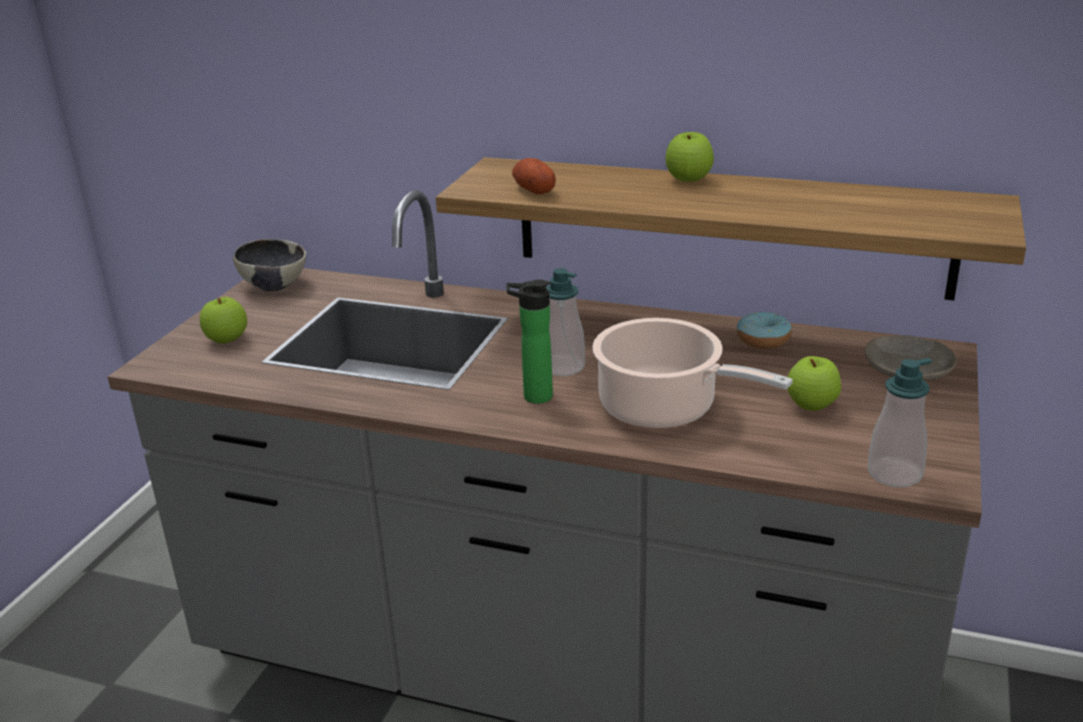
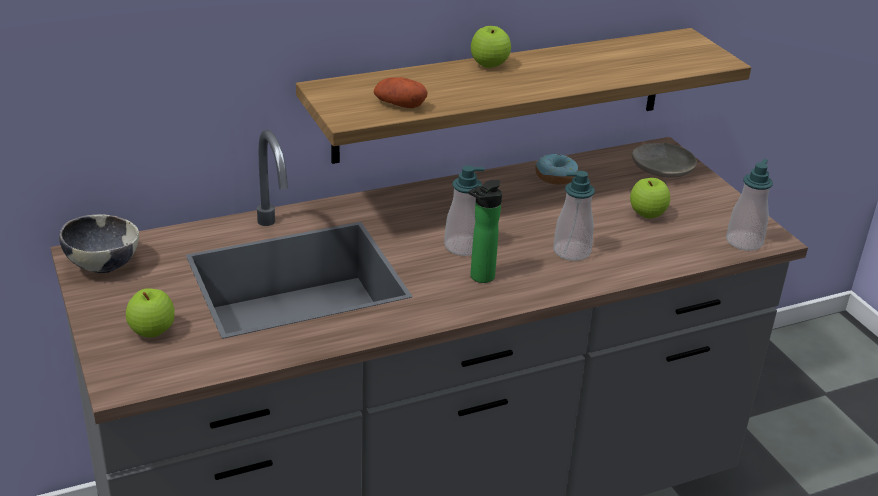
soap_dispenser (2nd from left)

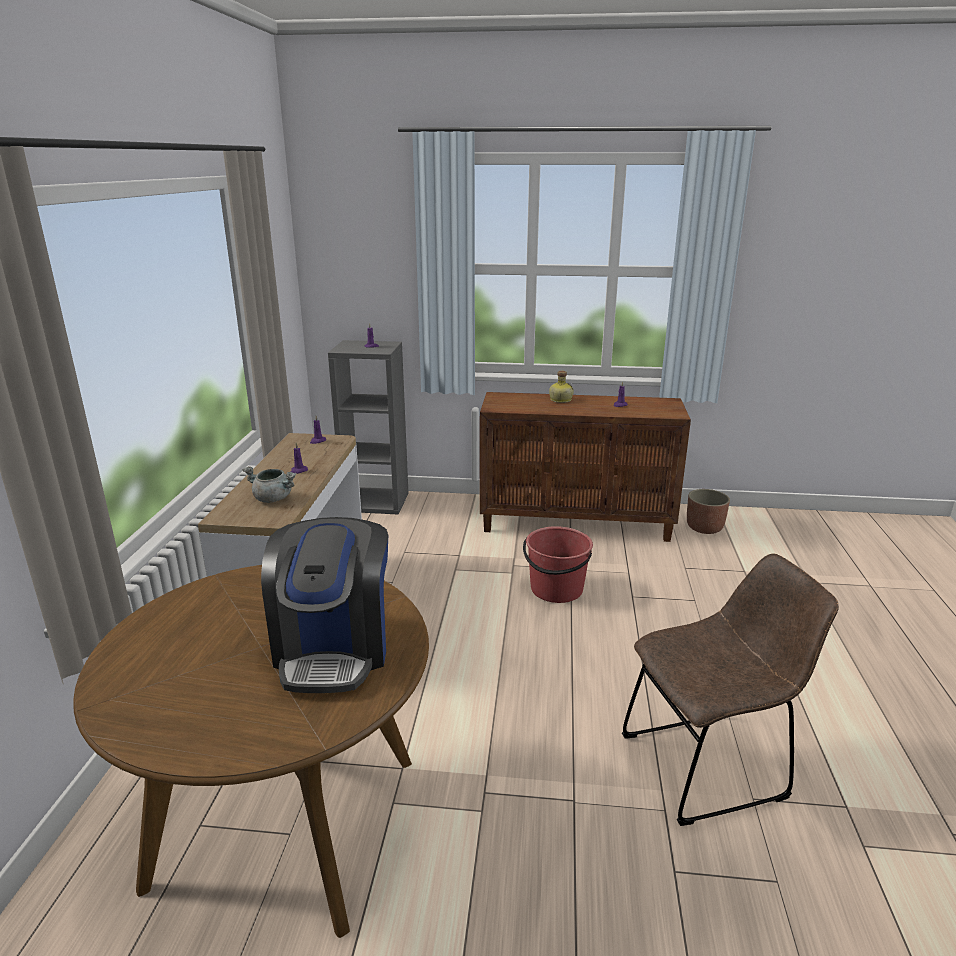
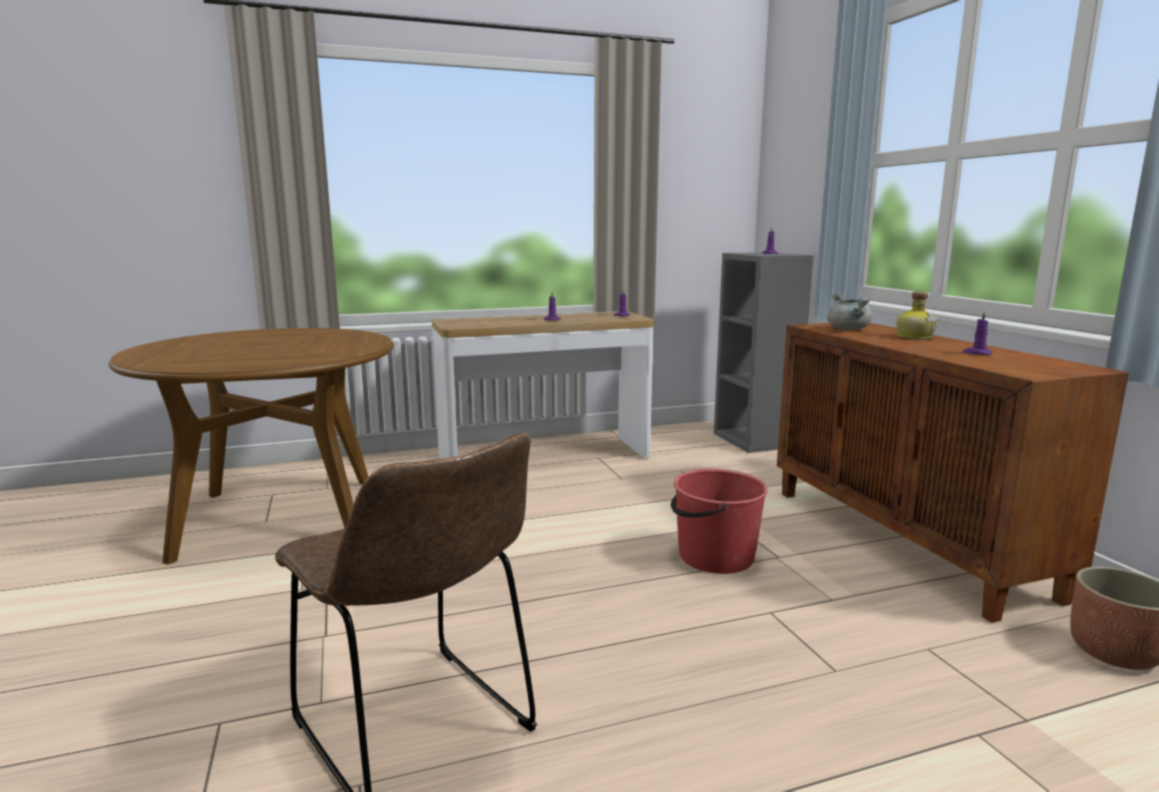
greyish_cooking_pot
coffee_brewer

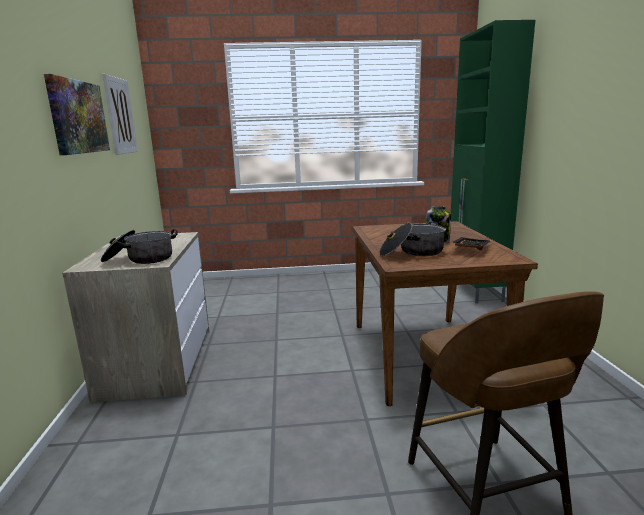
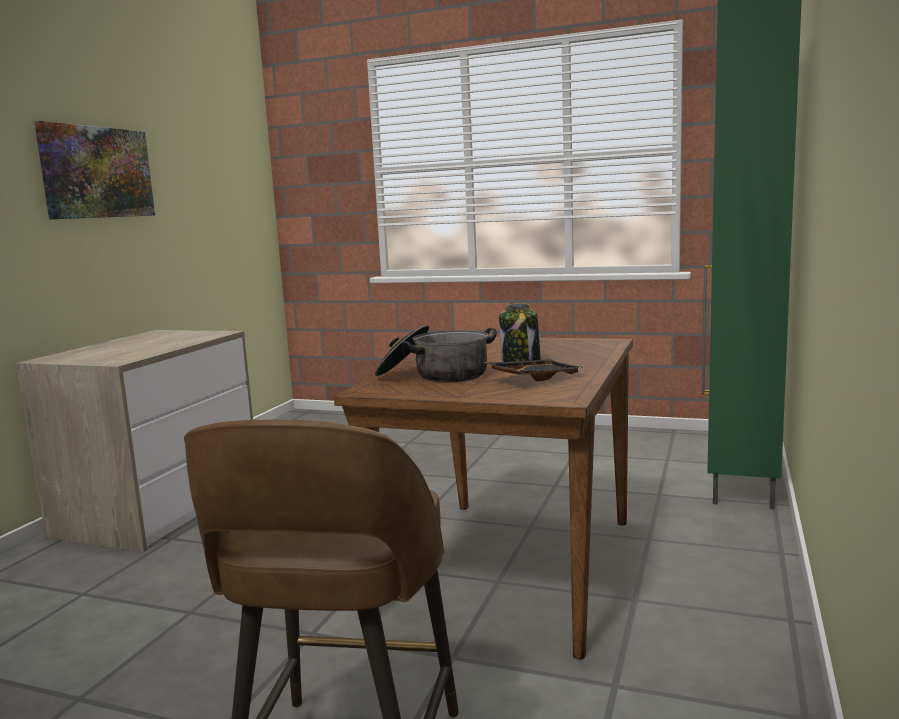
cooking_pot (1st from left in the first image)
wall_picture (2nd from left in the first image)

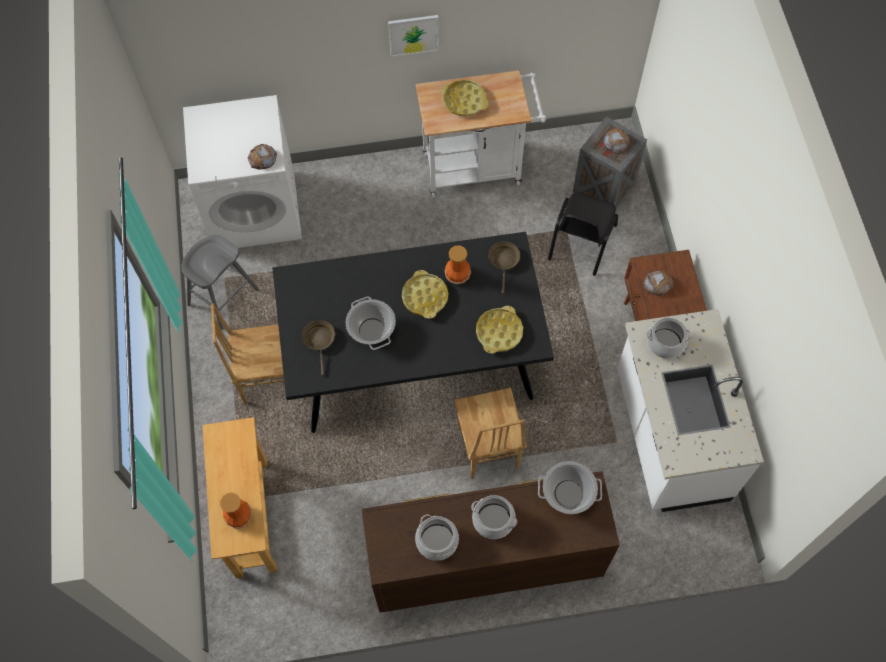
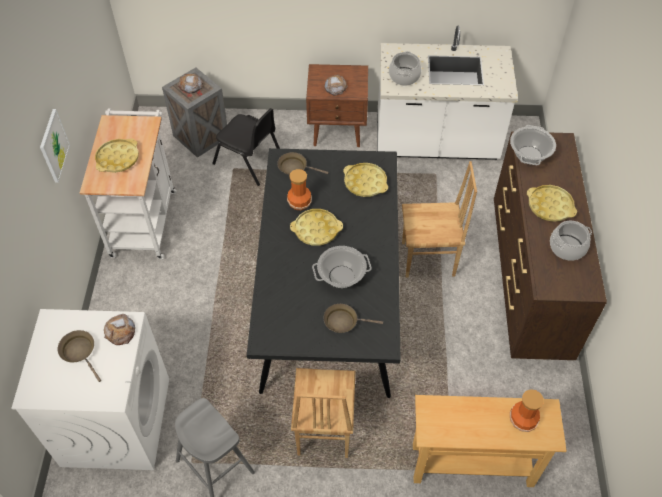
brownish_skillet (1st from left)
yellowish_tray (4th from left)

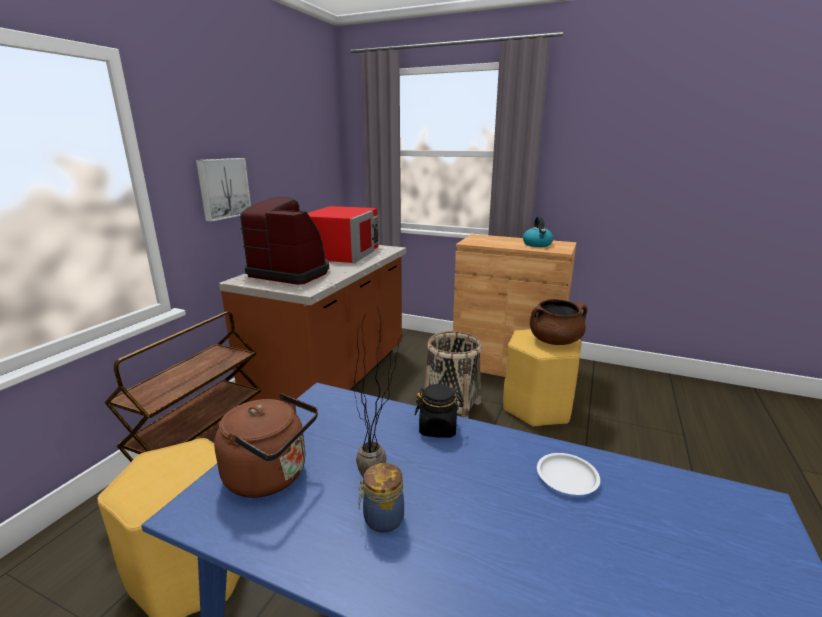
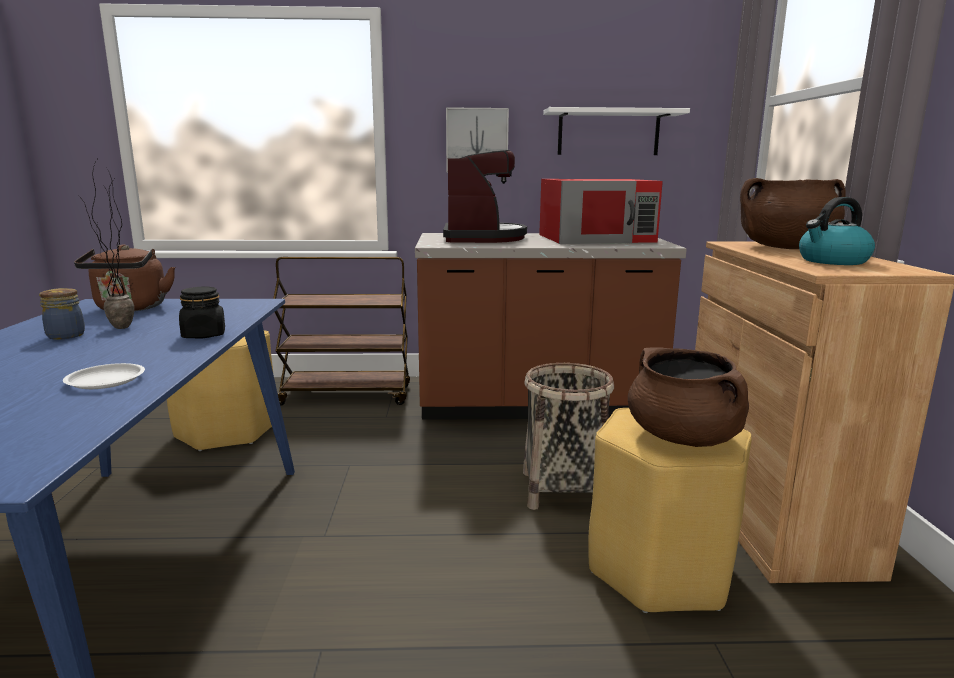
white-coloured_bracket_shelf
brownish_cooking_pot (2nd from left)

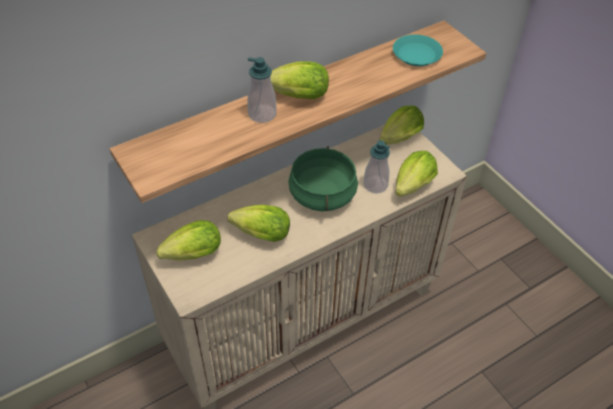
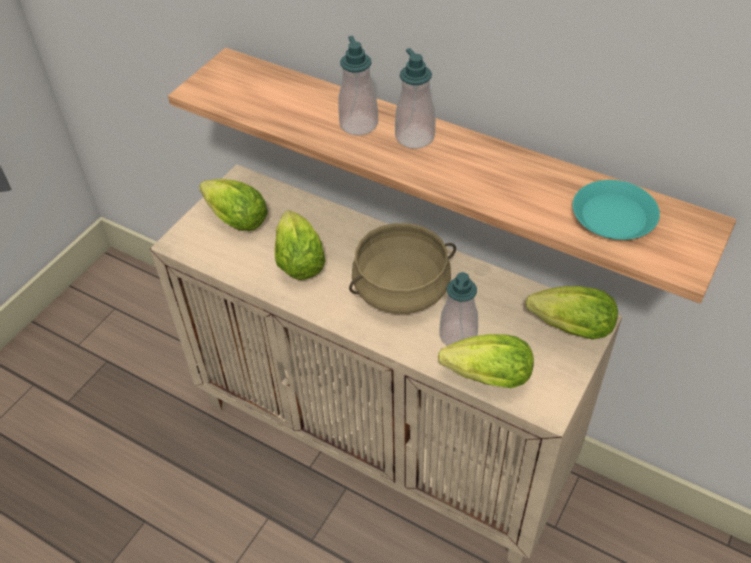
beige-coloured_cooking_pot
soap_dispenser (2nd from left)

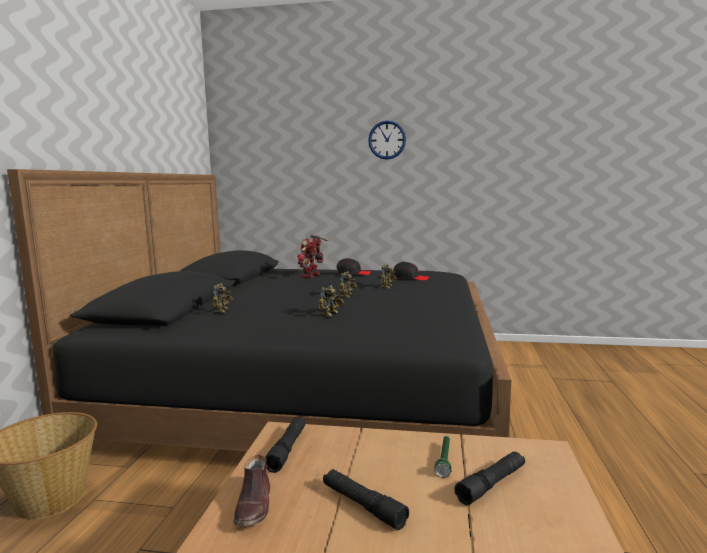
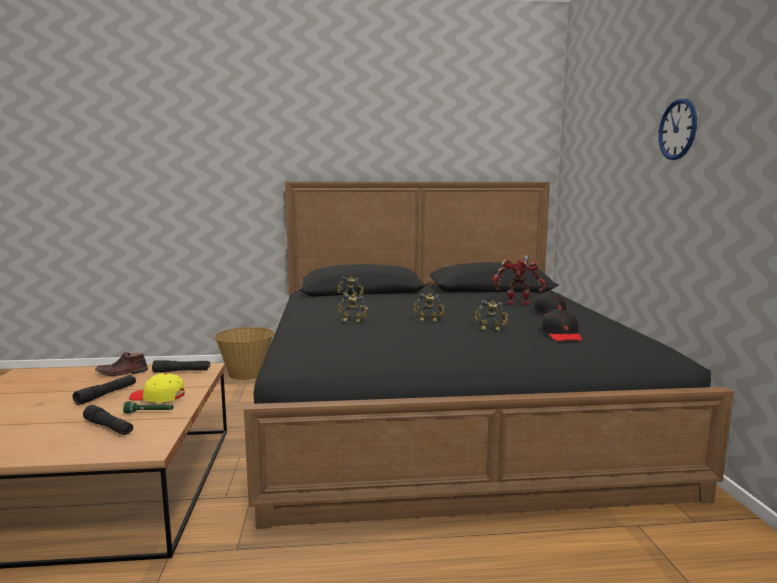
yellowish_baseball_cap

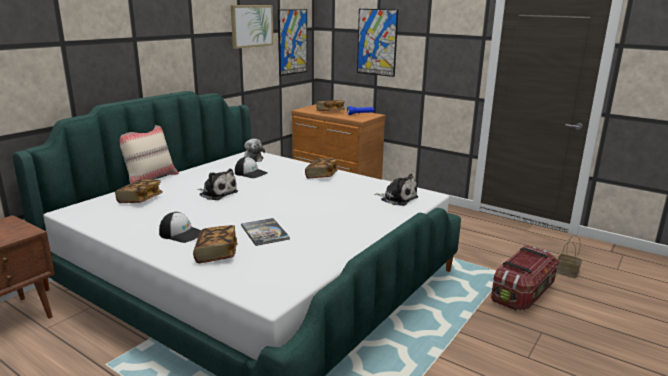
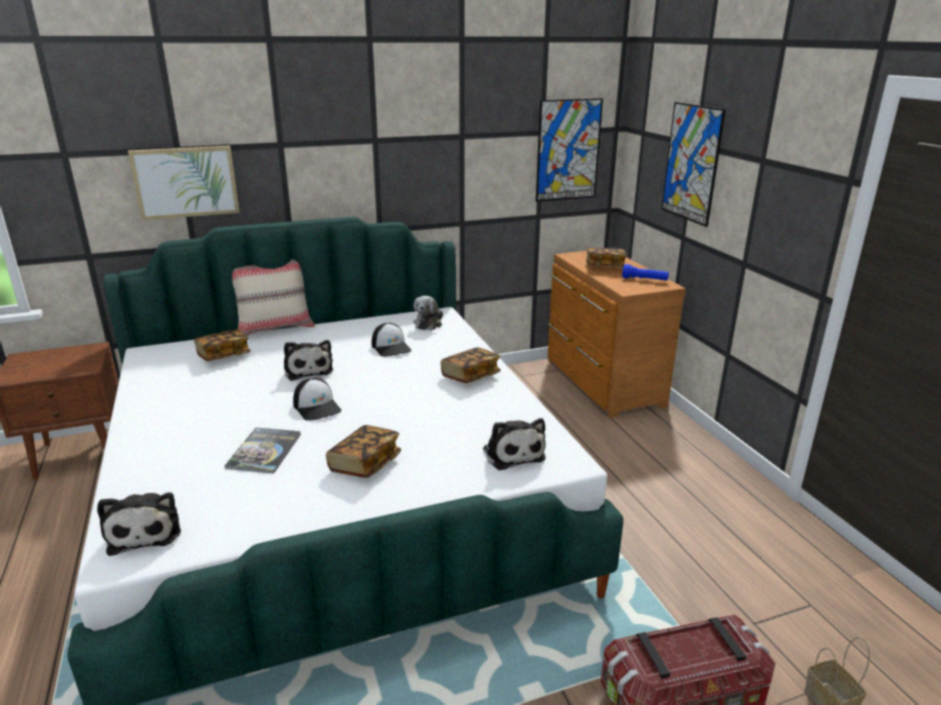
plush_toy (1st from left)
wall_picture (1st from left)
baseball_cap (1st from left)
book (3rd from left)

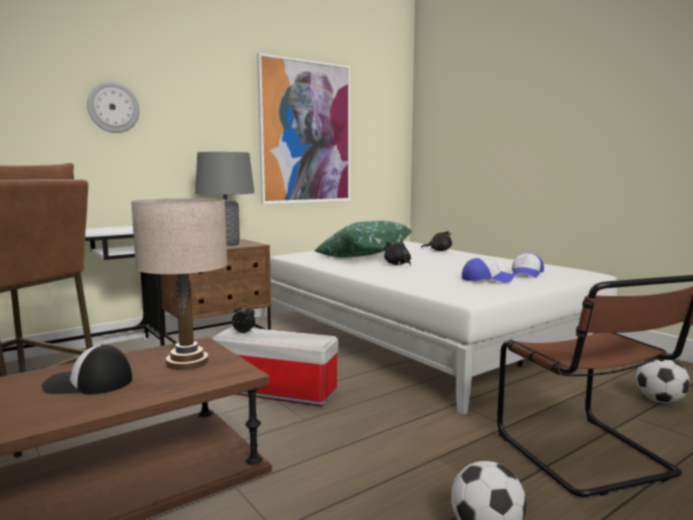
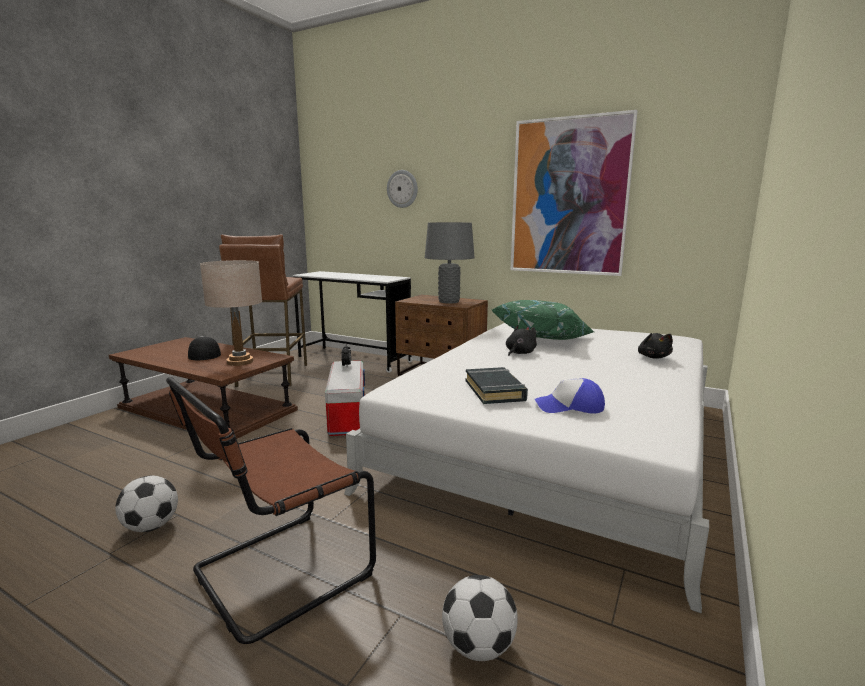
black-coloured_book

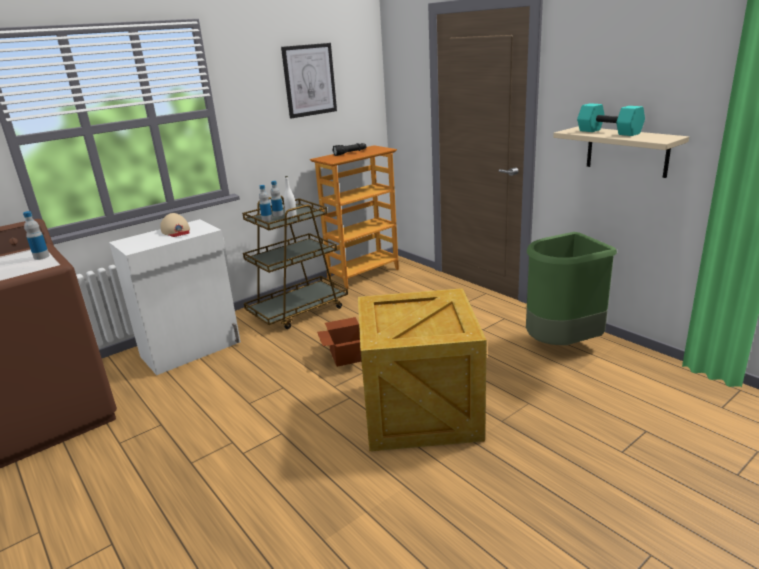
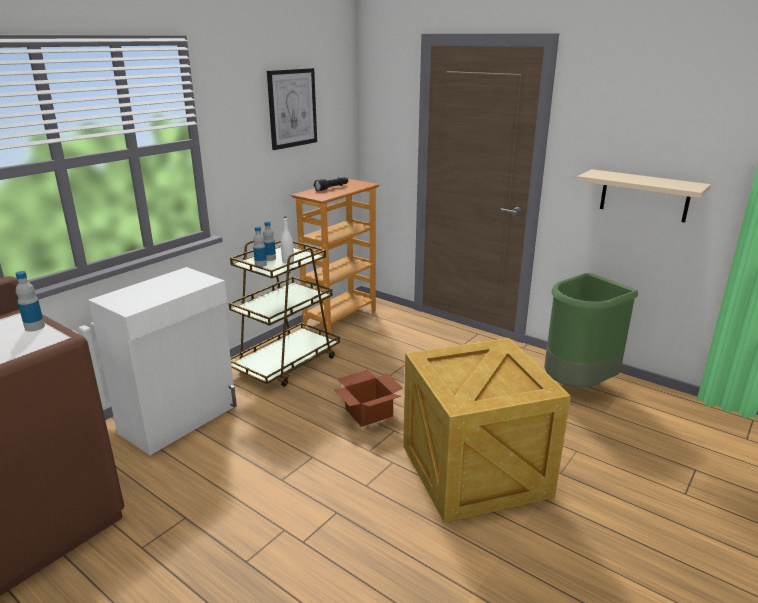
beige-coloured_baseball_cap
blue-green_dumbbell

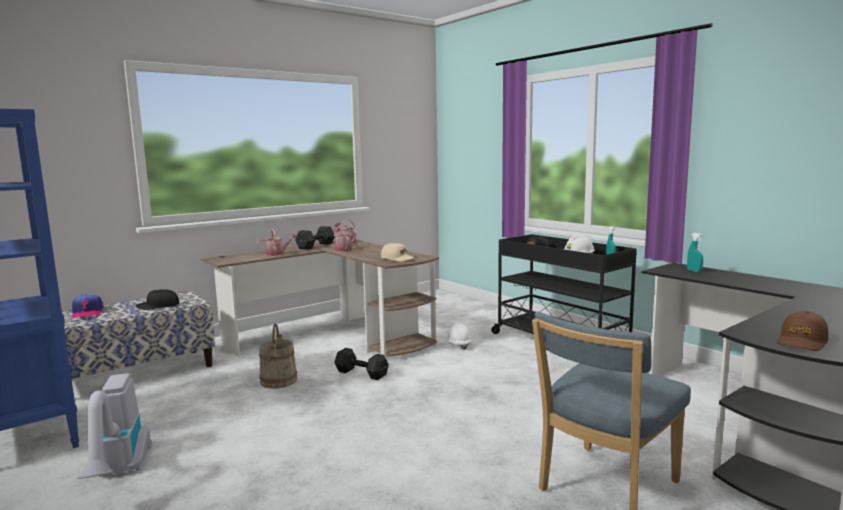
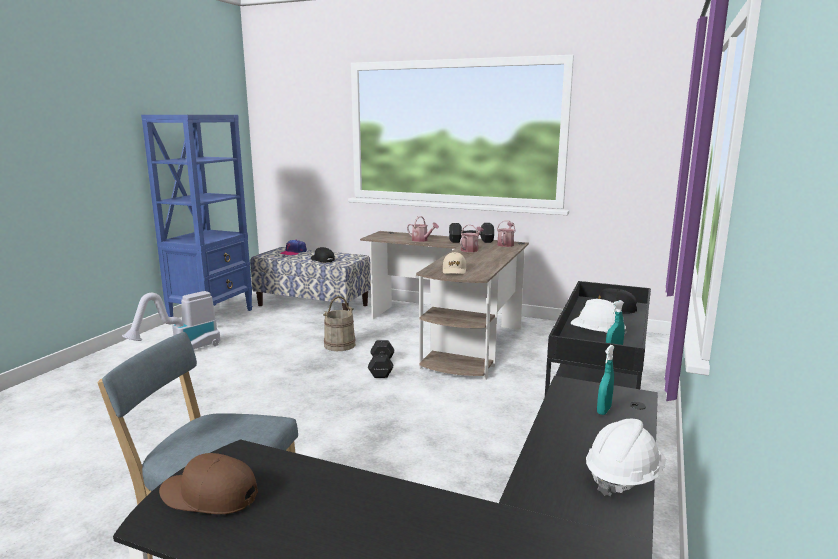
white-coloured_work_helmet (2nd from left)

